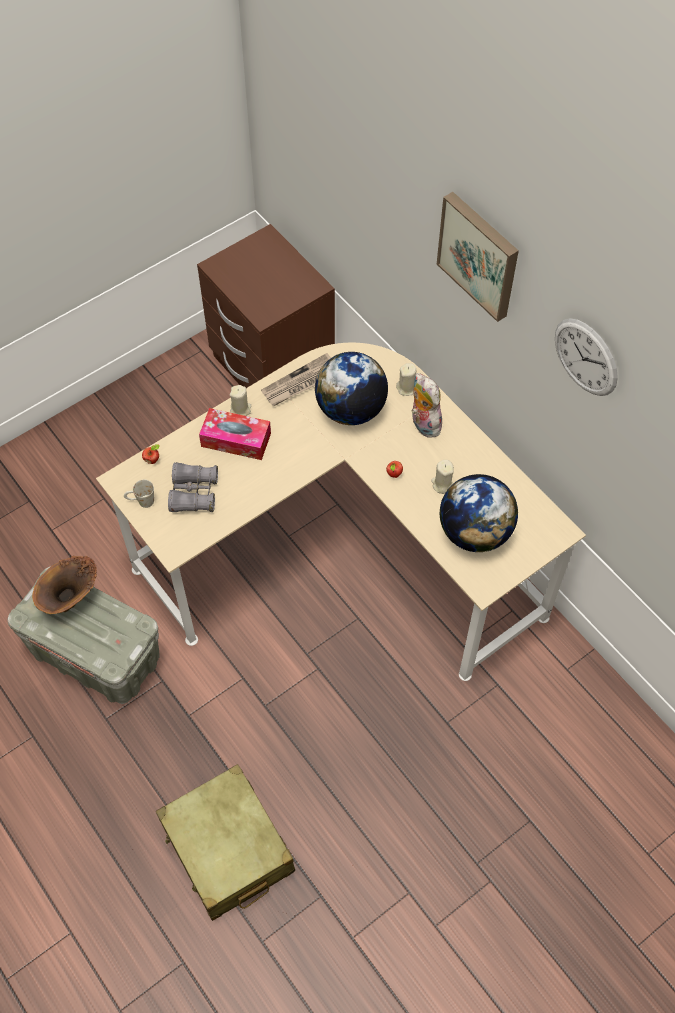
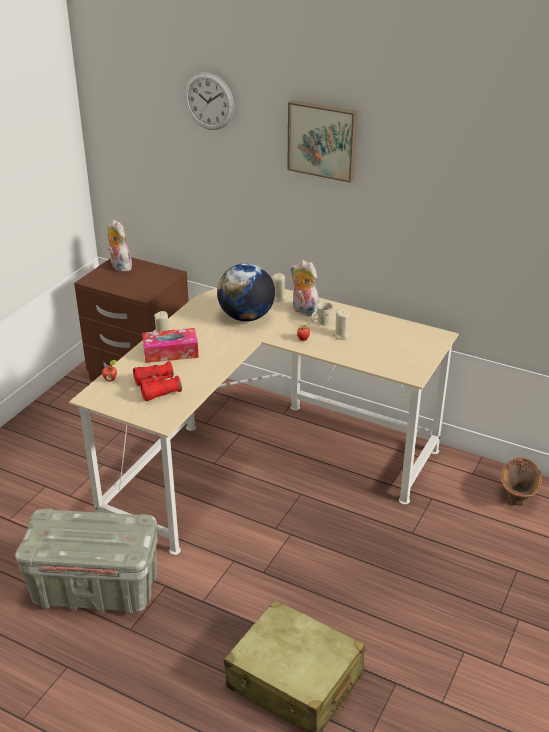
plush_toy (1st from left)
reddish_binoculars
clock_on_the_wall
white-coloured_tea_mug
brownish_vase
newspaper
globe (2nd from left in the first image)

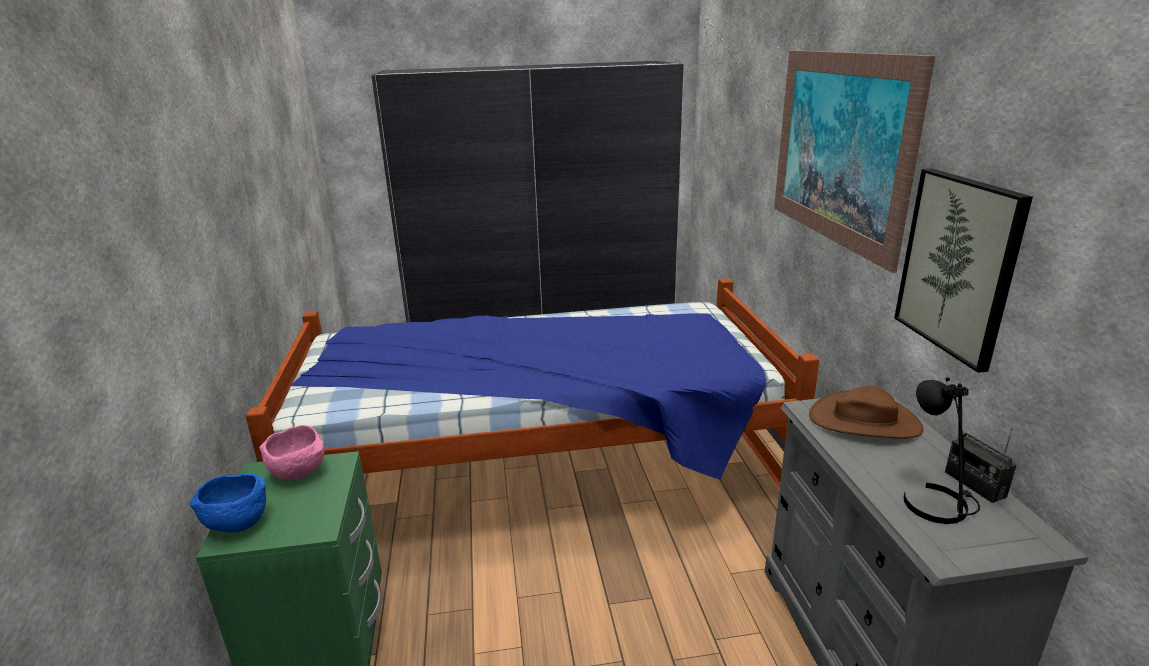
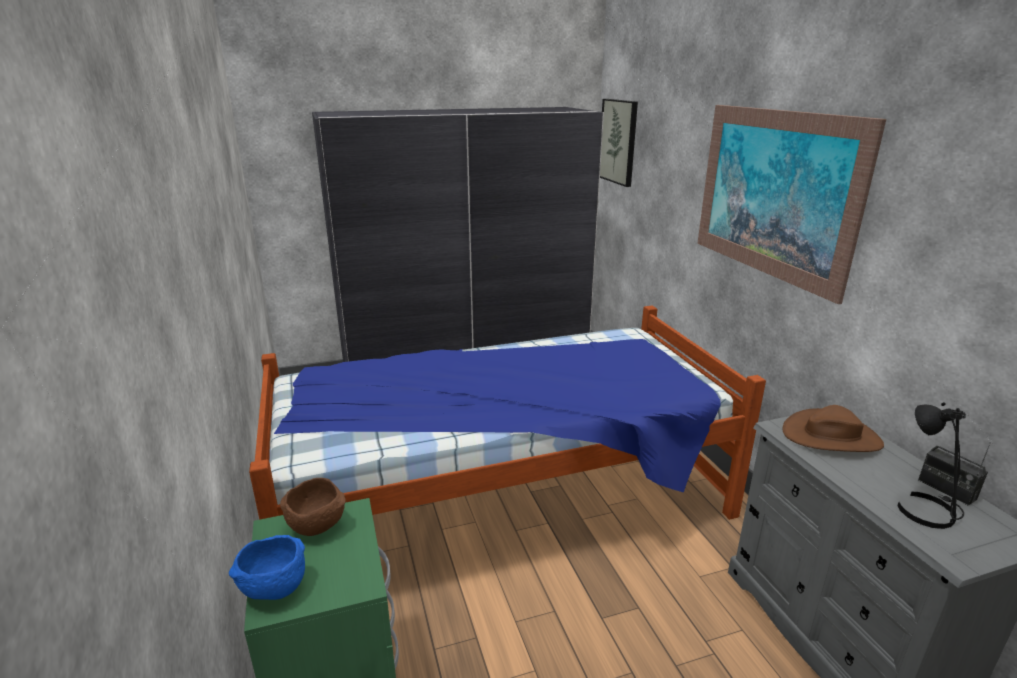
brownish_bowl
wall_picture (1st from left)

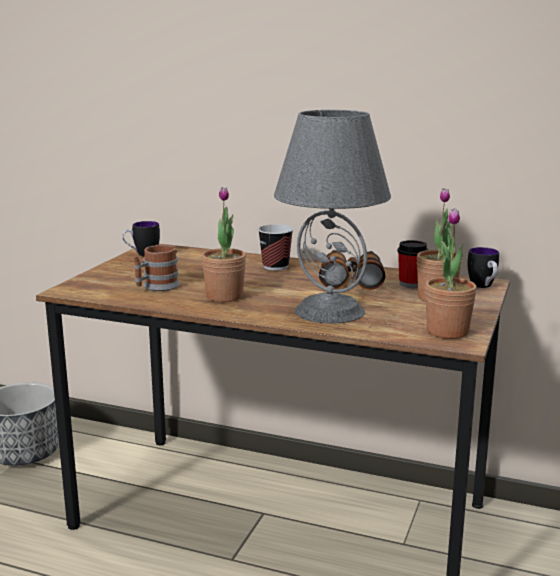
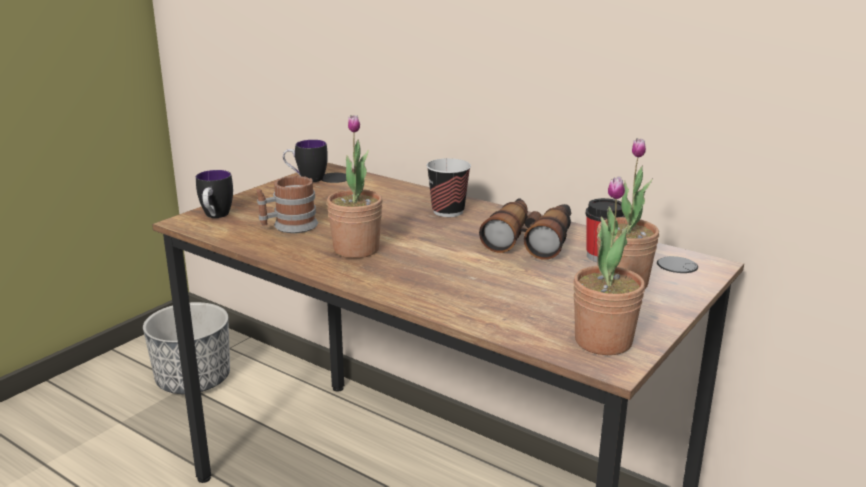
tea_mug (1st from left)
greyish_table_lamp

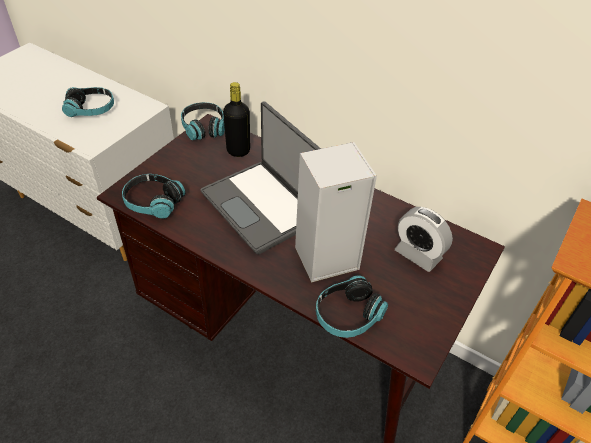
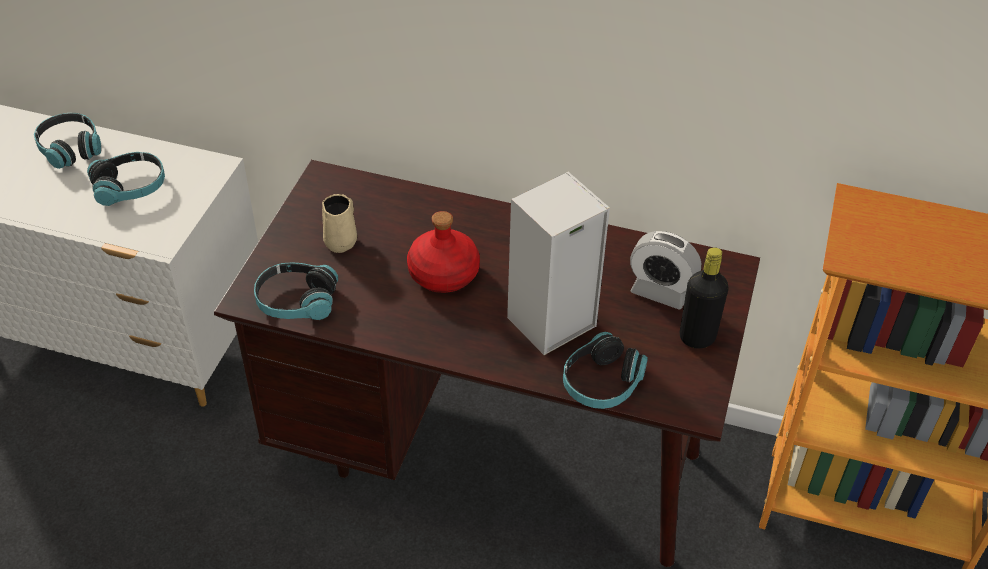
headphones (1st from left)
beige-coloured_tea_mug
reddish_beverage_bottle
black-coloured_beverage_bottle

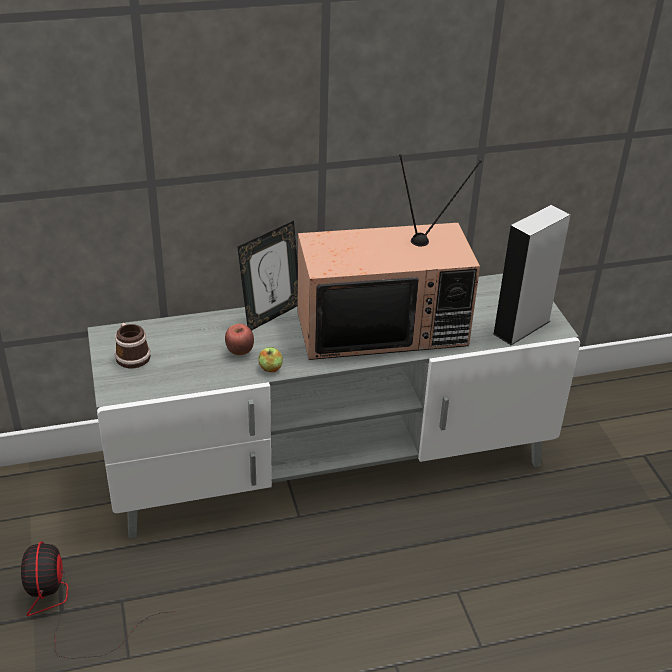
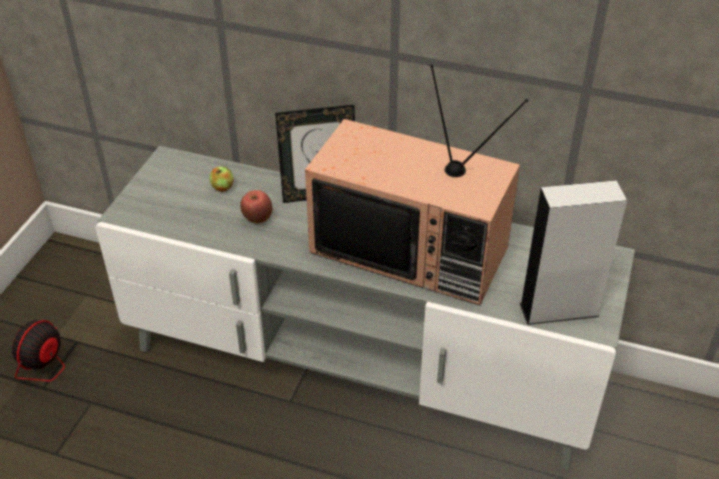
apple (1st from left)
tea_mug

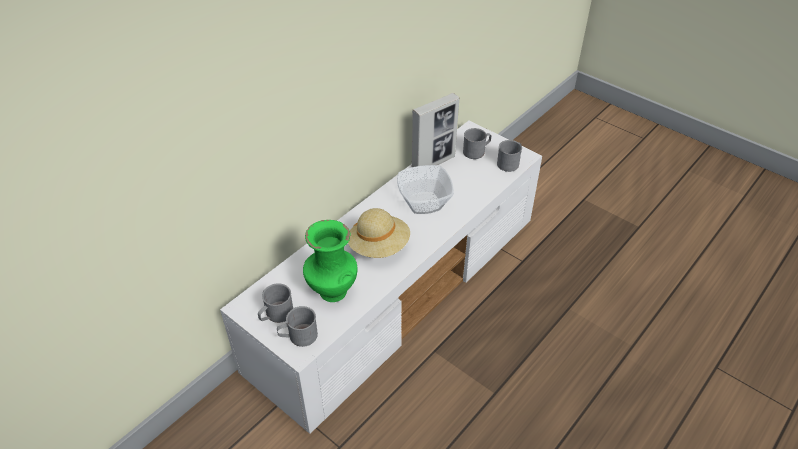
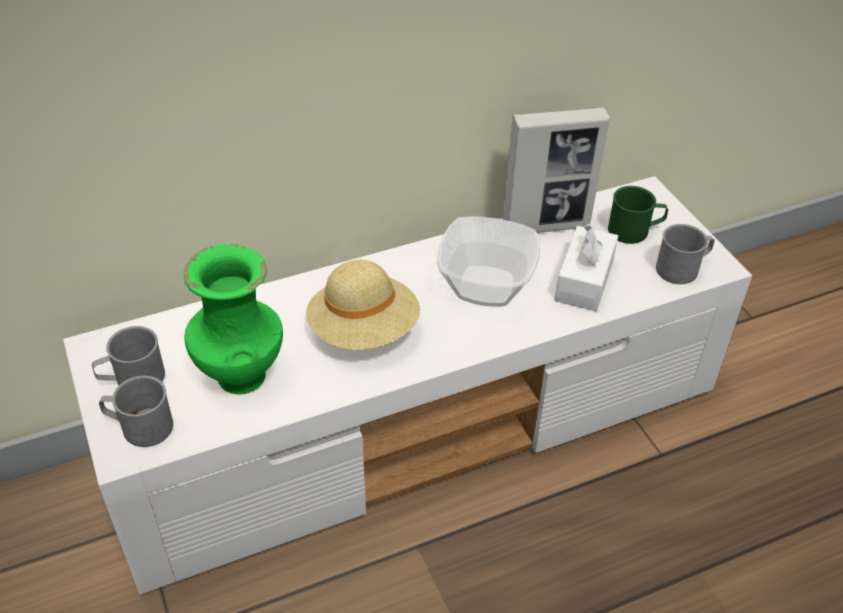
white-coloured_box_of_tissues
green-coloured_tea_mug

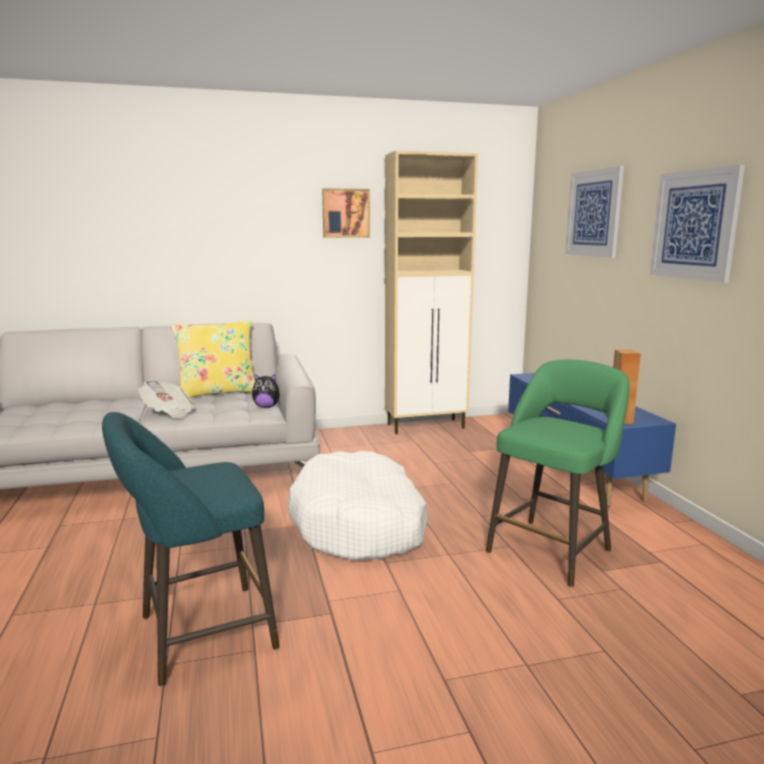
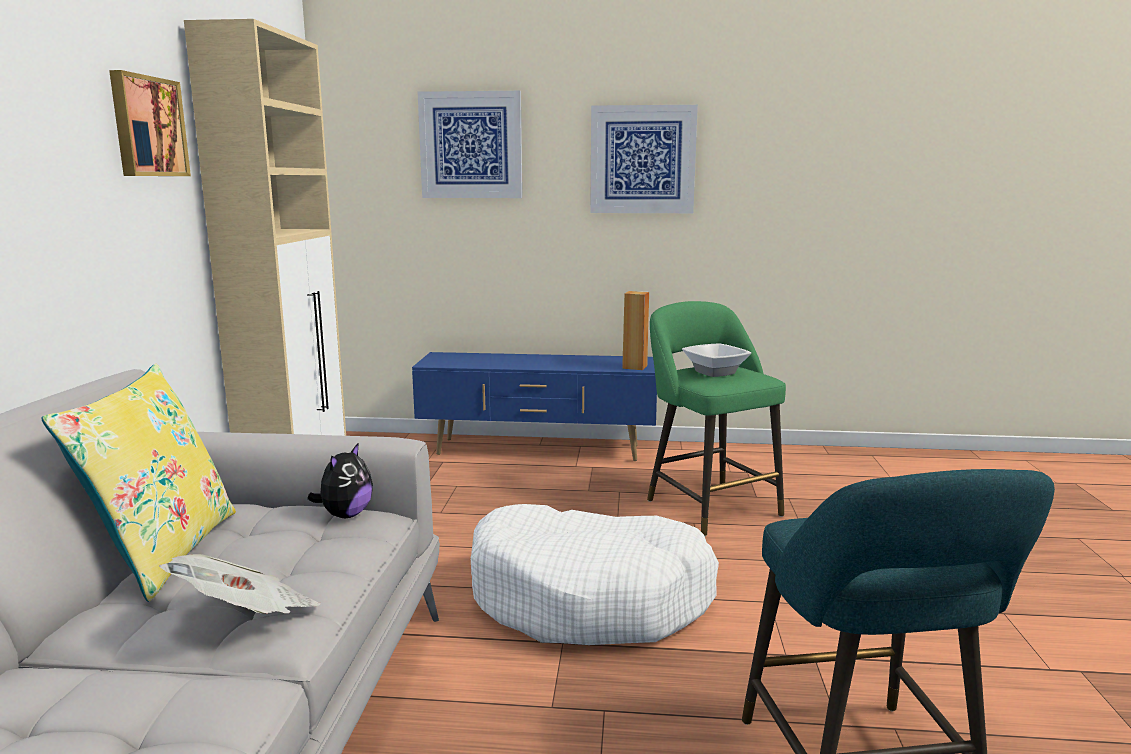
bowl

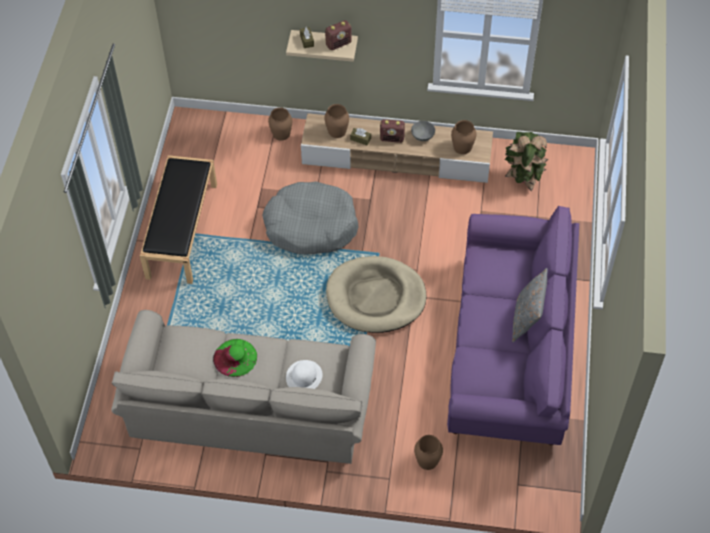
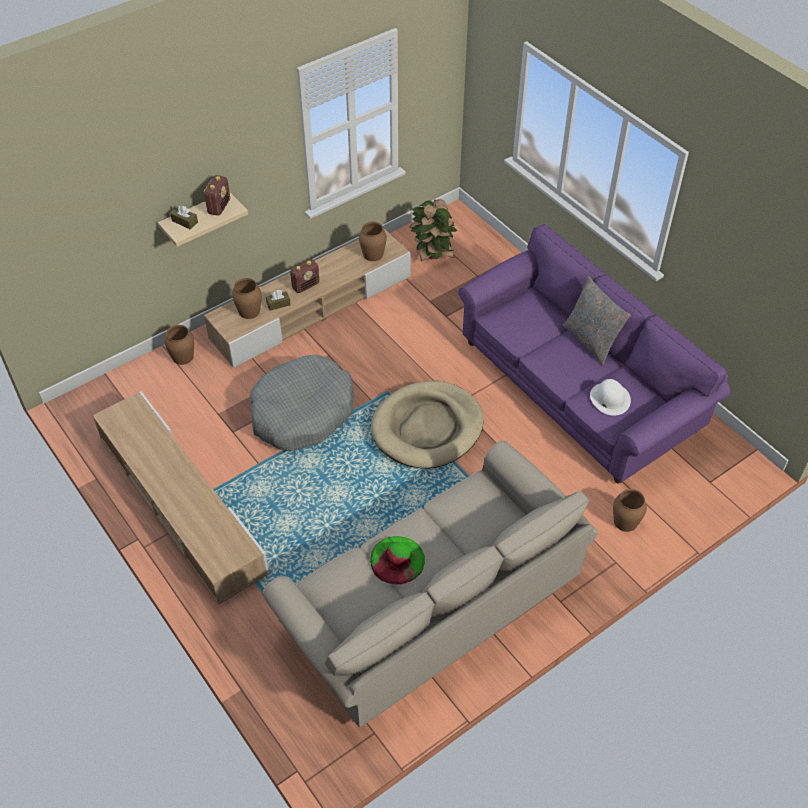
beige-coloured_media_console (1st from left)
white-coloured_wearable_hat
greyish_bowl

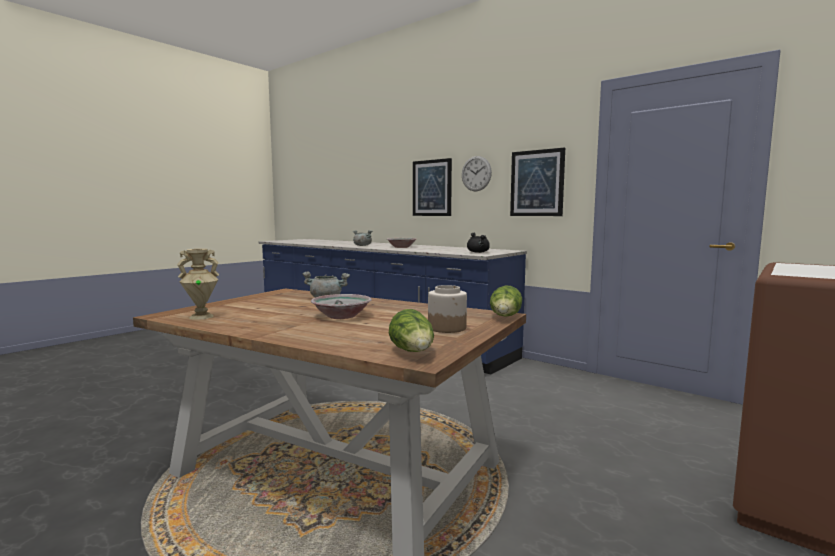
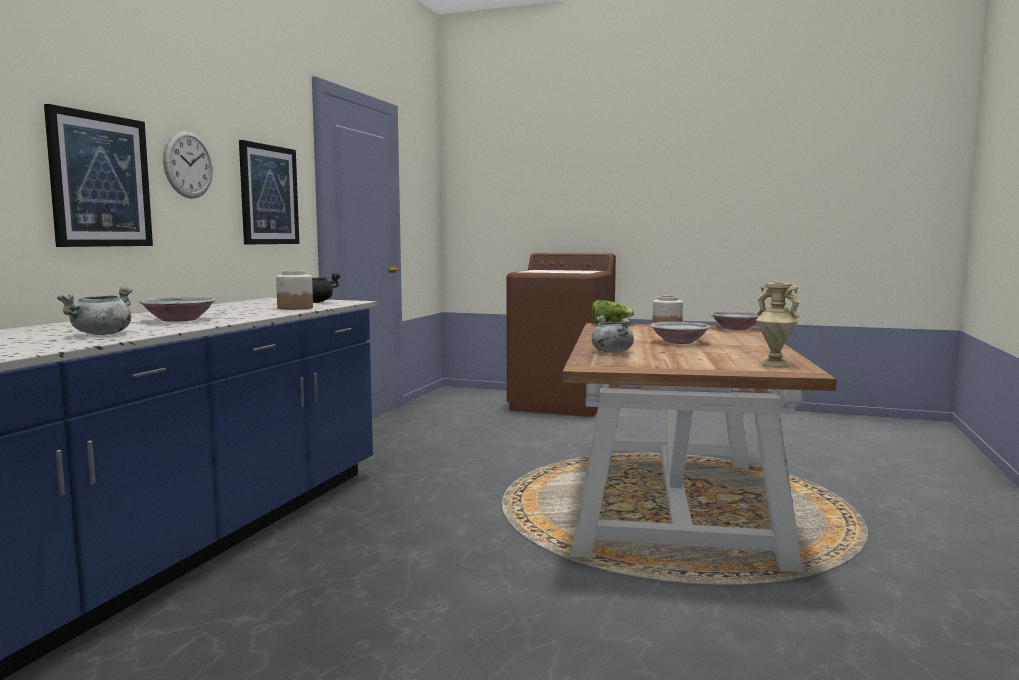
jar (1st from left)
bowl (3rd from left)

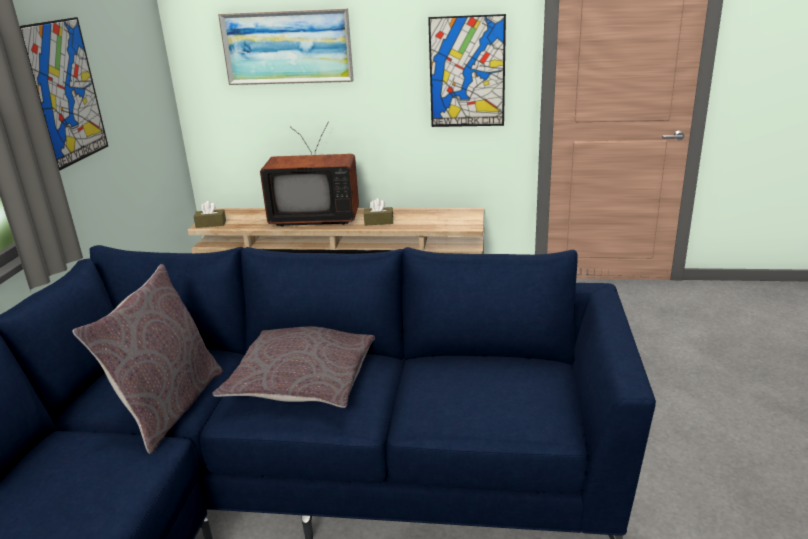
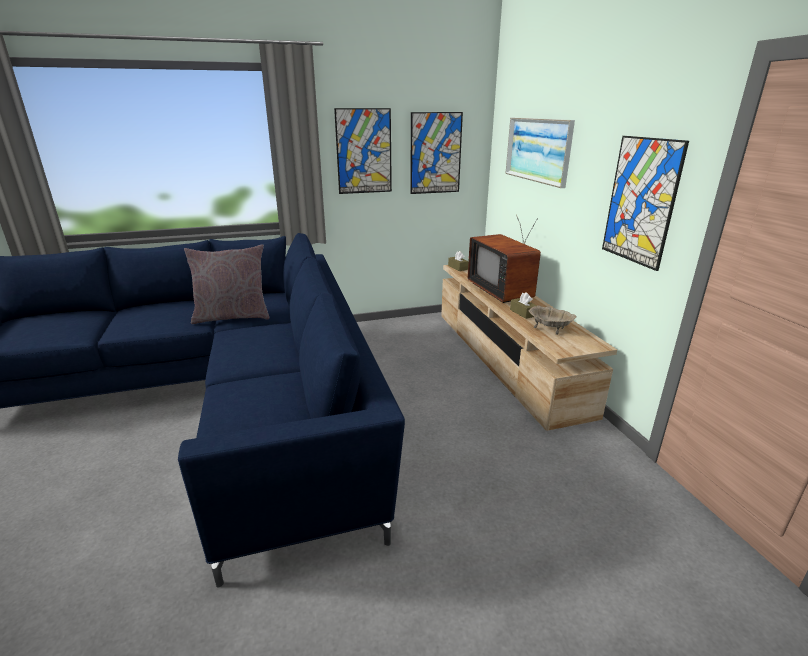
wall_picture (2nd from left)
beige-coloured_bowl
greyish_throw_pillow (2nd from left in the first image)

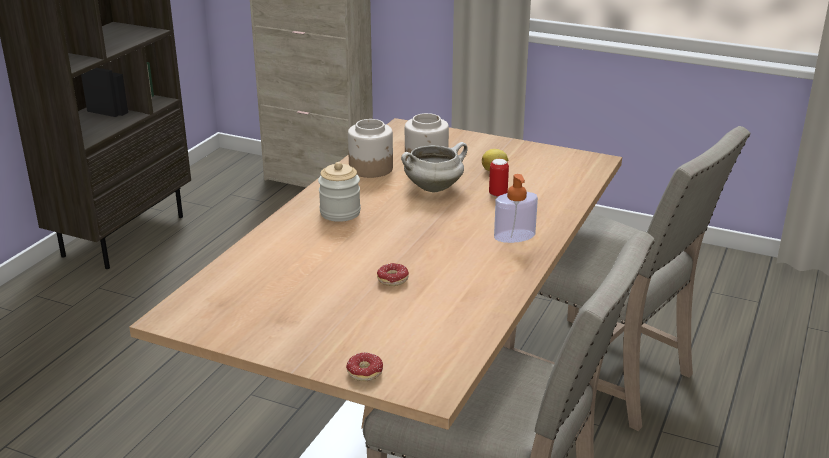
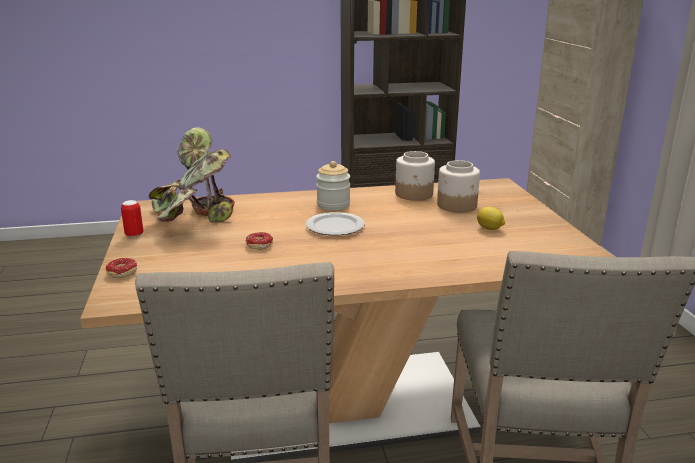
can
plant_in_a_pot
dinner_plate
white-coloured_cooking_pot
soap_dispenser

